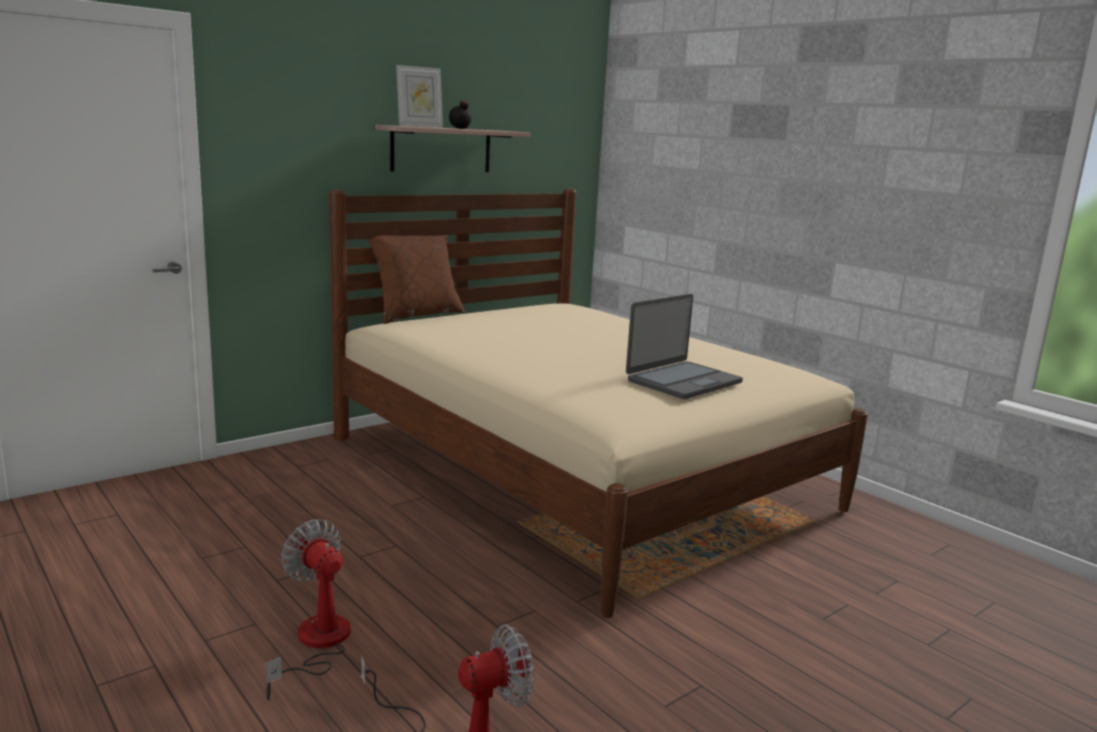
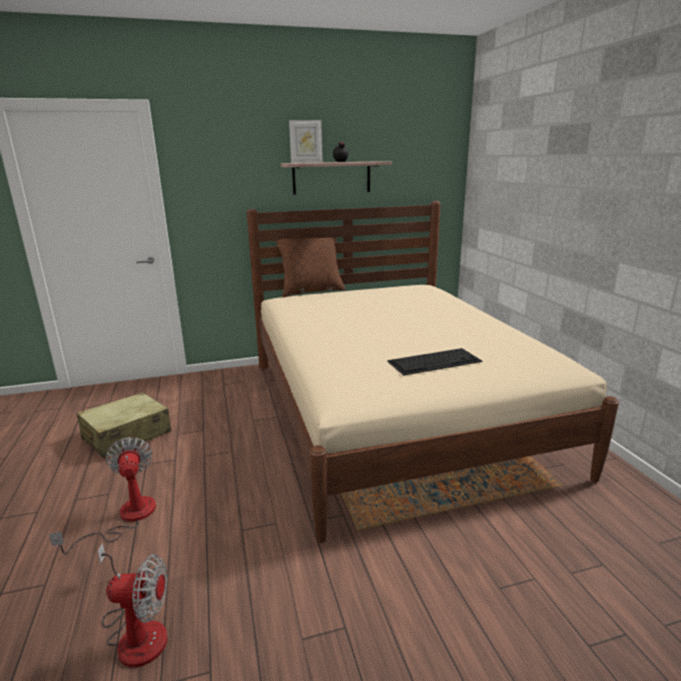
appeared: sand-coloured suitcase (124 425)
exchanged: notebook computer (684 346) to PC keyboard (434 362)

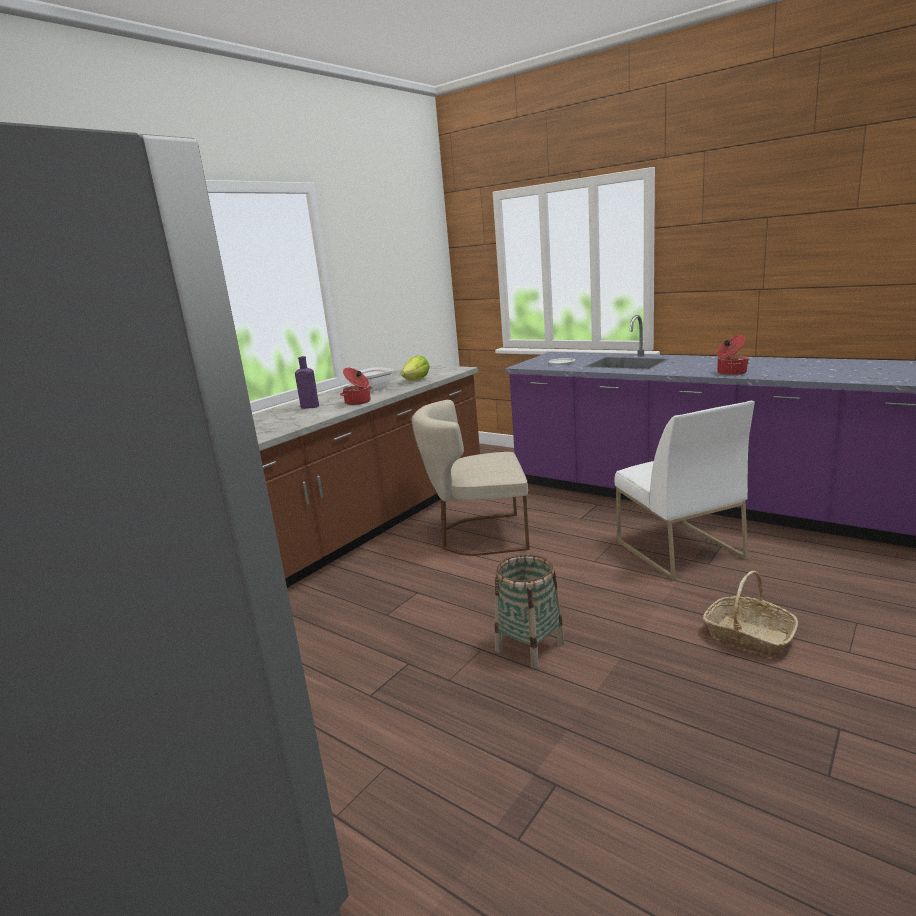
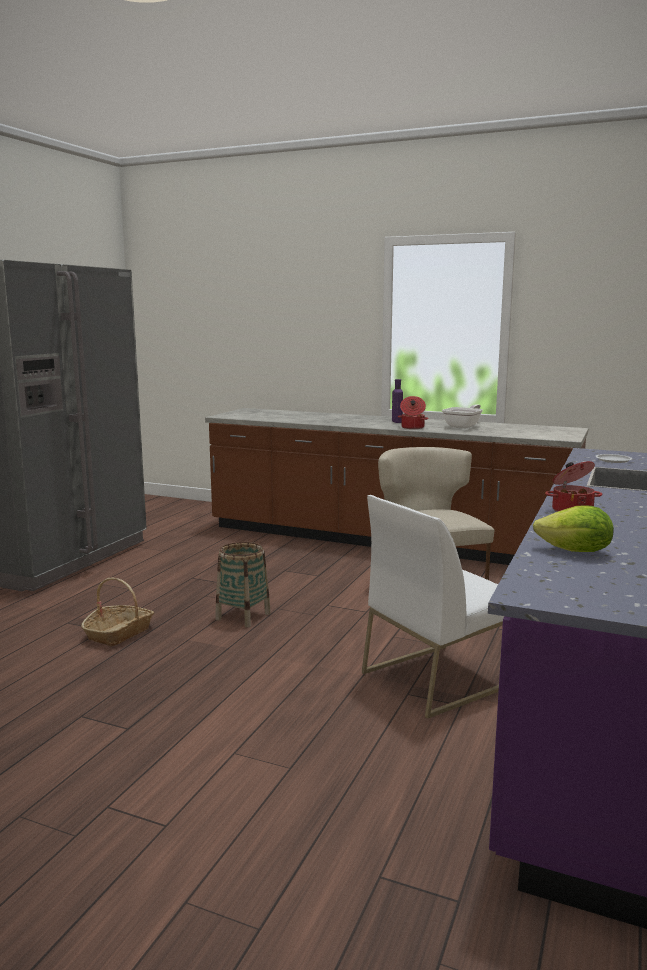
relocated: lettuce (415 368) to (573 528); household basket (750 614) to (117 612)

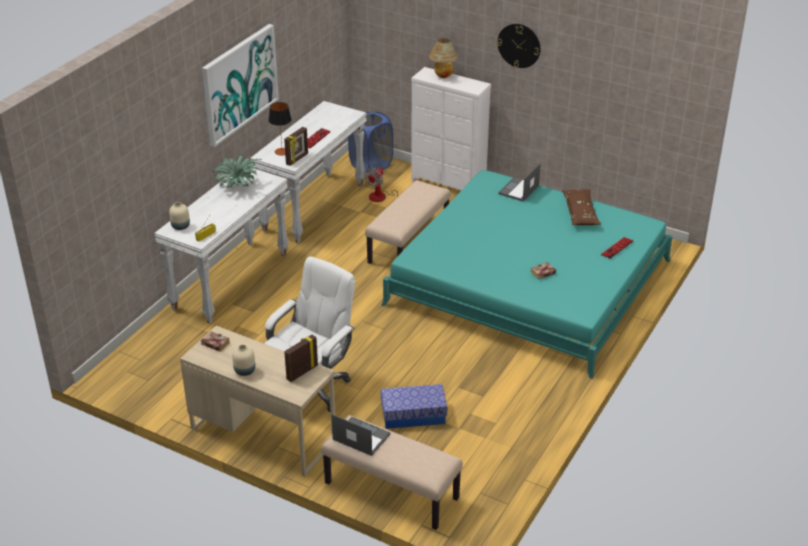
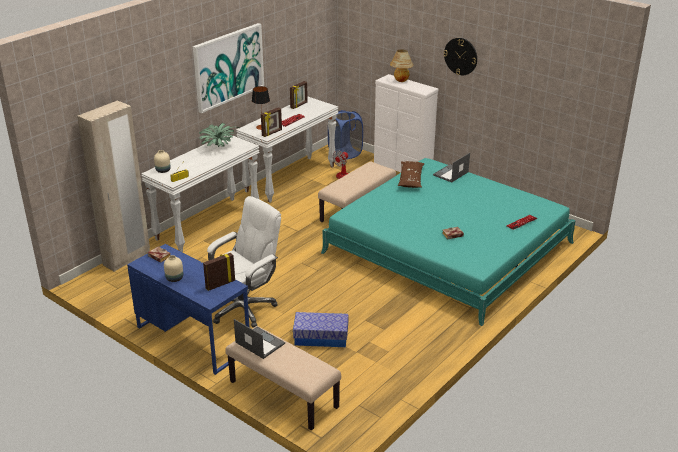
appeared: sand-coloured clothes cupboard (113 186); standing frame (299 95)
relocated: brownish throw pillow (581 207) to (411 174)
colour: sand-coloured desk (257 401) to bluish desk (188 309)

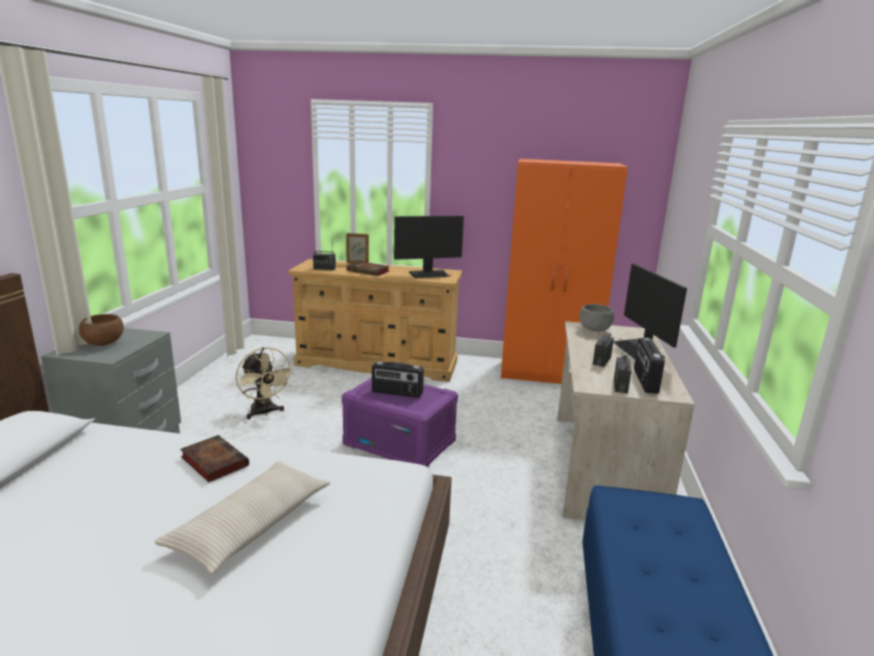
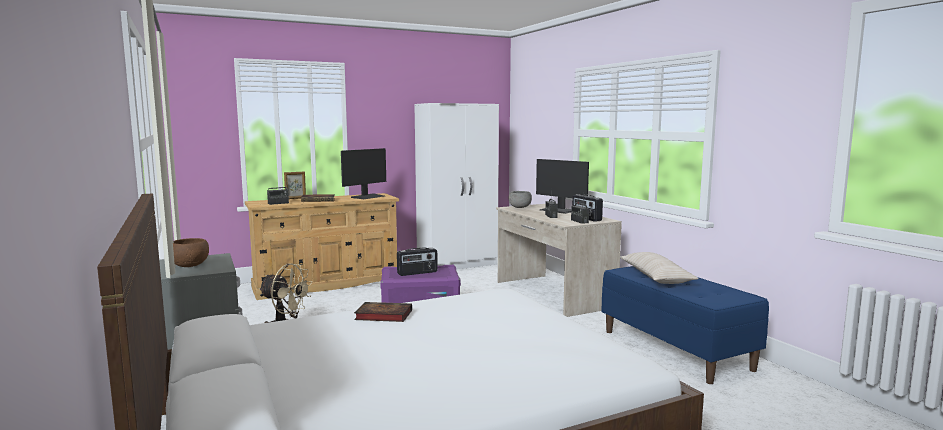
relocated: sand-coloured throw pillow (242 517) to (659 268)
colour: orangey clothes cupboard (564 271) to white clothes cupboard (456 186)

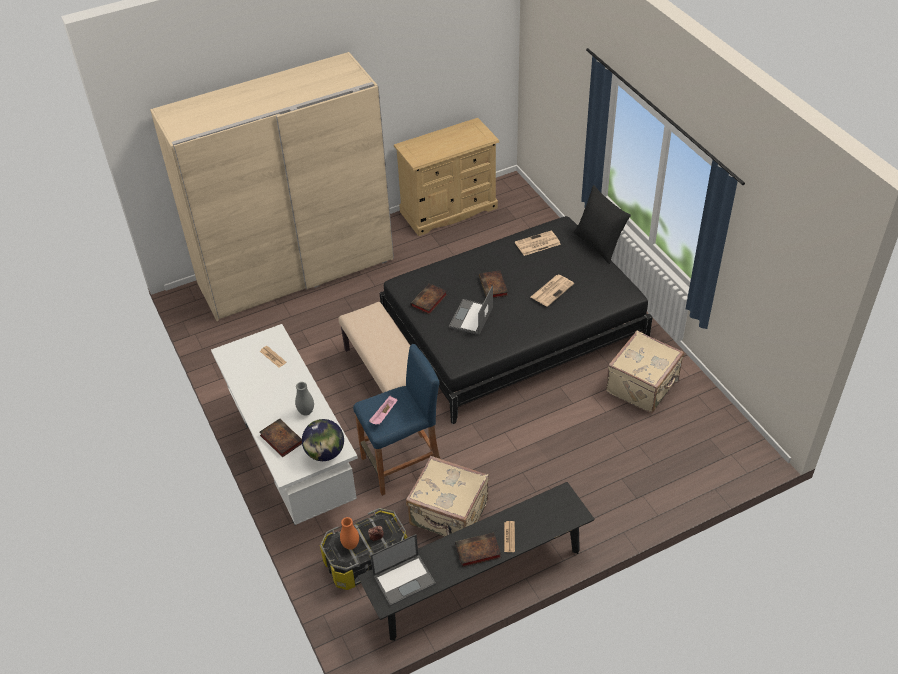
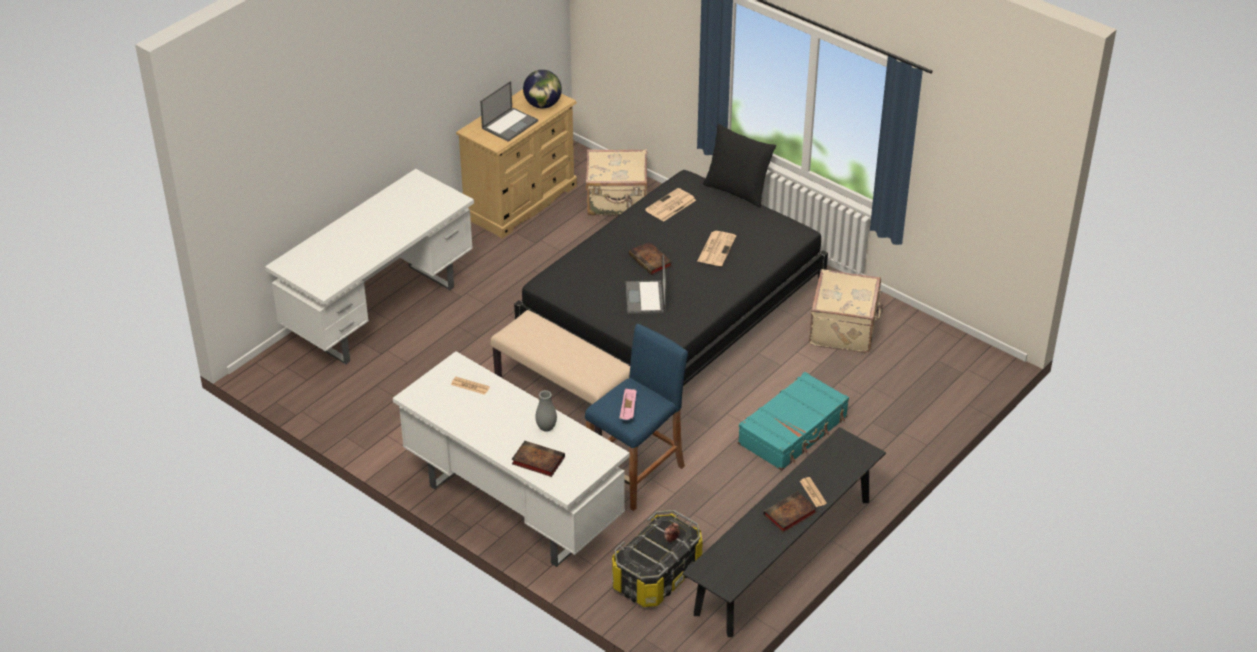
missing: orangey vase (349 533); book (428 298)
appeared: turquoise suitcase (793 421)
relocated: desk globe (323 440) to (542 89); notebook computer (403 570) to (509 111); sand-coloured suitcase (447 496) to (616 182)
exchanged: sand-coloured clothes cupboard (272 186) to white desk (369 267)

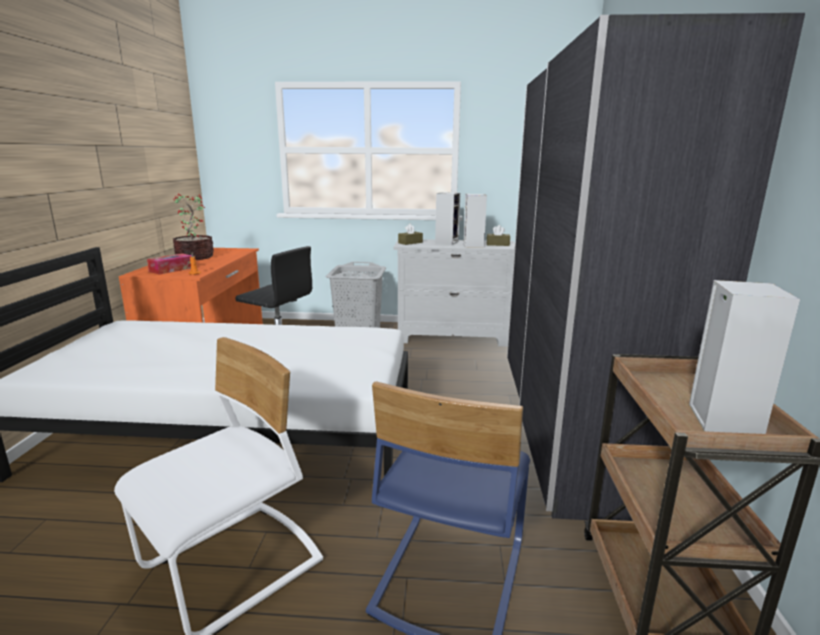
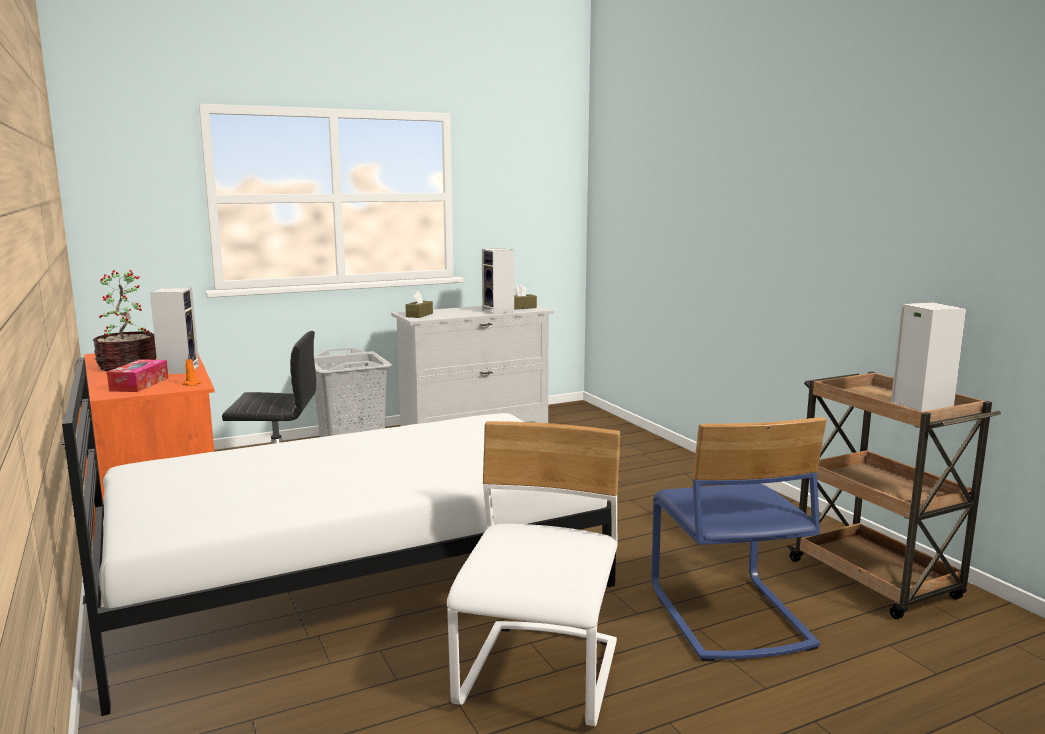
missing: gray clothes cupboard (656 267)
relocated: audio speaker (447 218) to (174 331)

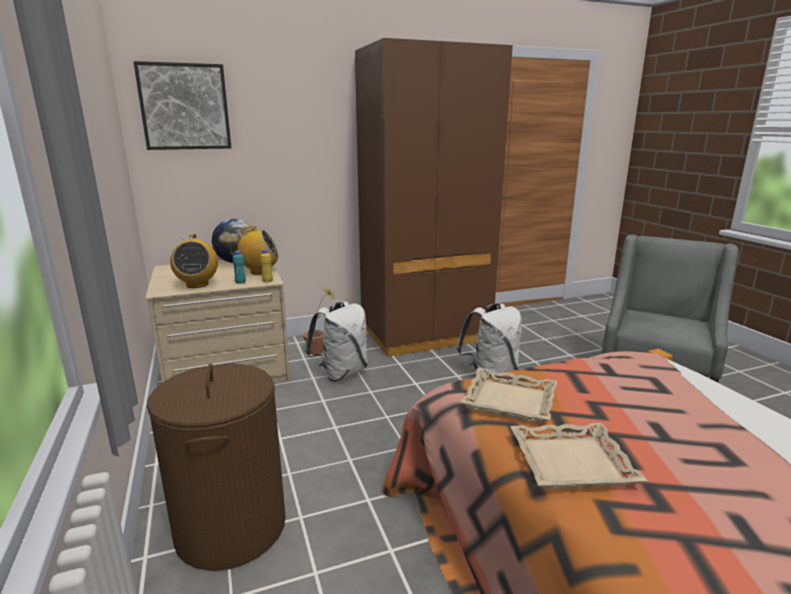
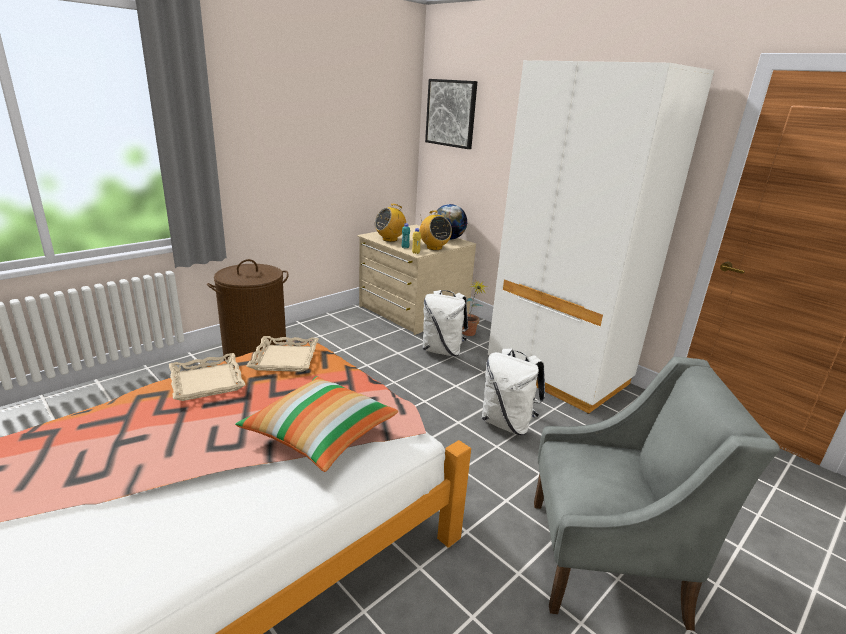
appeared: throw pillow (316 424)
colour: brownish clothes cupboard (434 197) to white clothes cupboard (601 237)

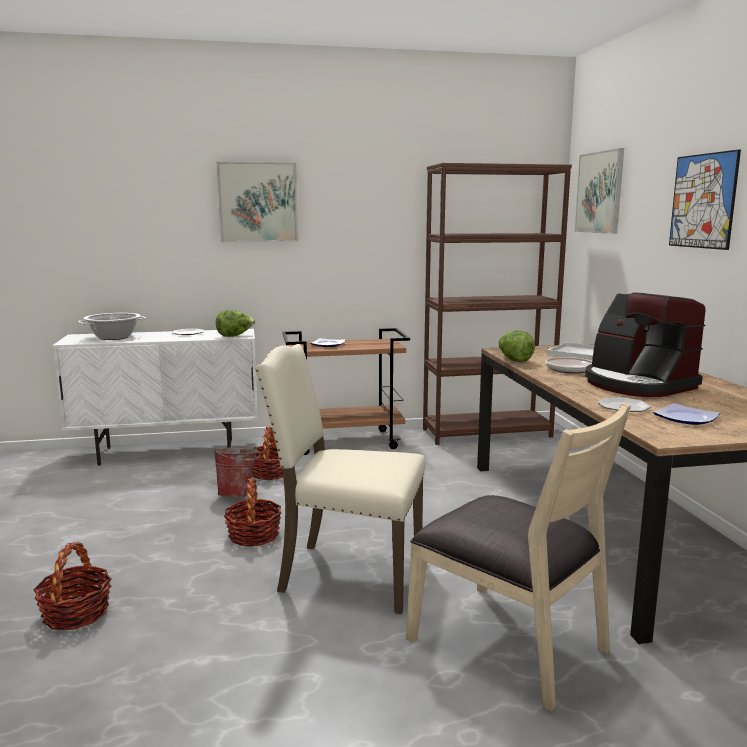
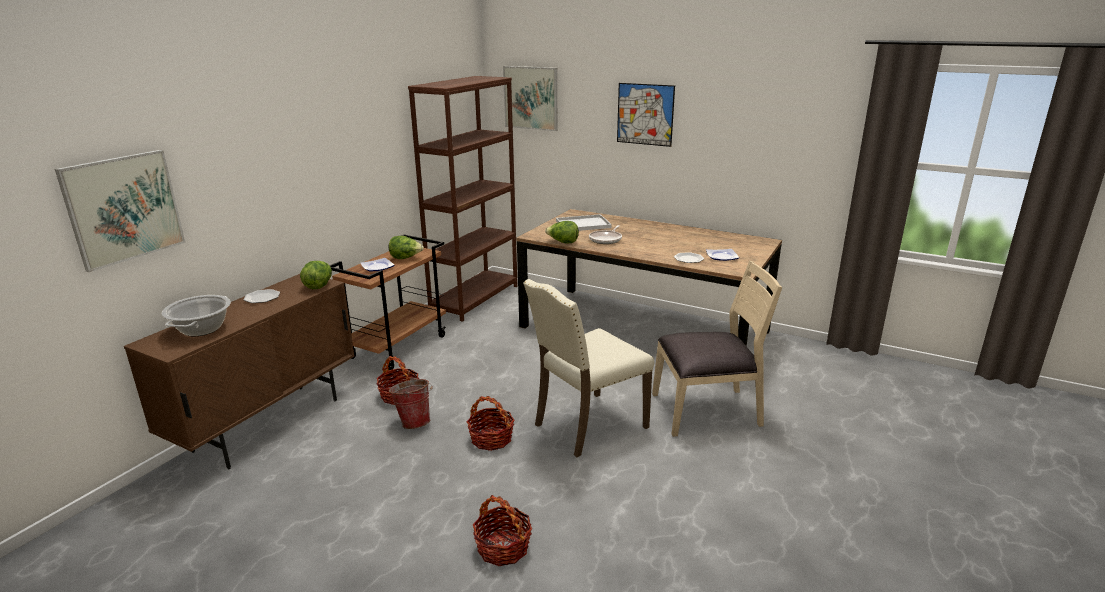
missing: coffee brewer (645 344)
appeared: lettuce (406 247)
relocated: wall picture (257 202) to (120 211)
colour: white cabinet (155 397) to brownish cabinet (239 371)

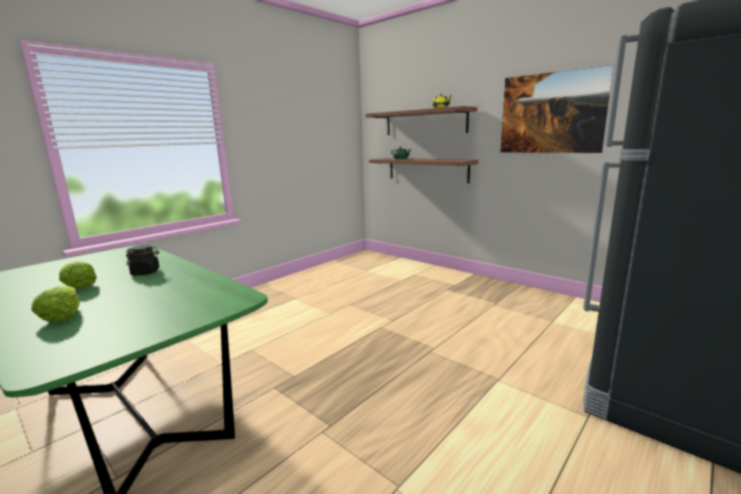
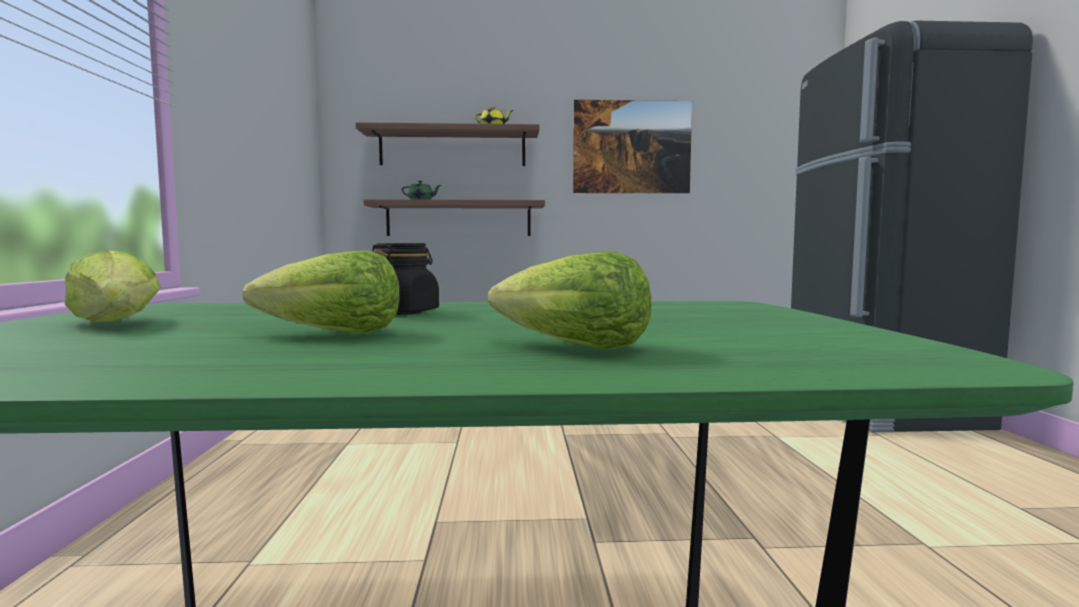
appeared: lettuce (113 286)

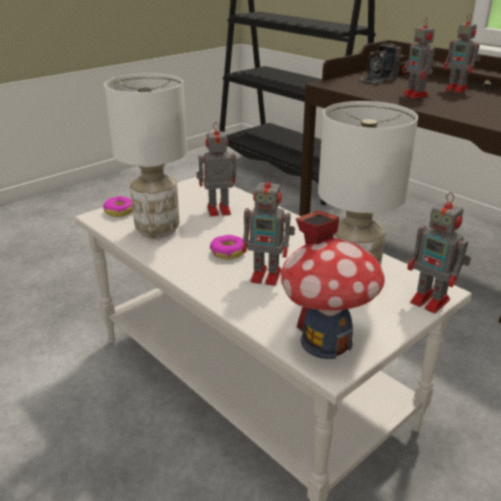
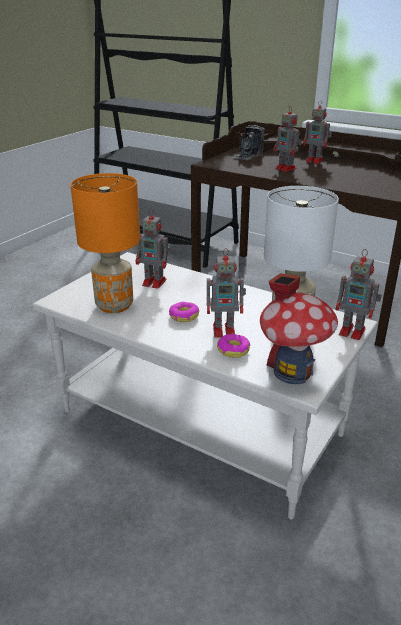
relocated: donut (118 206) to (233 346)
colour: white lamp for a table (145 155) to orangey lamp for a table (105 243)
spun: robot figure (216 169) = (154 249) 135 degrees counterclockwise

